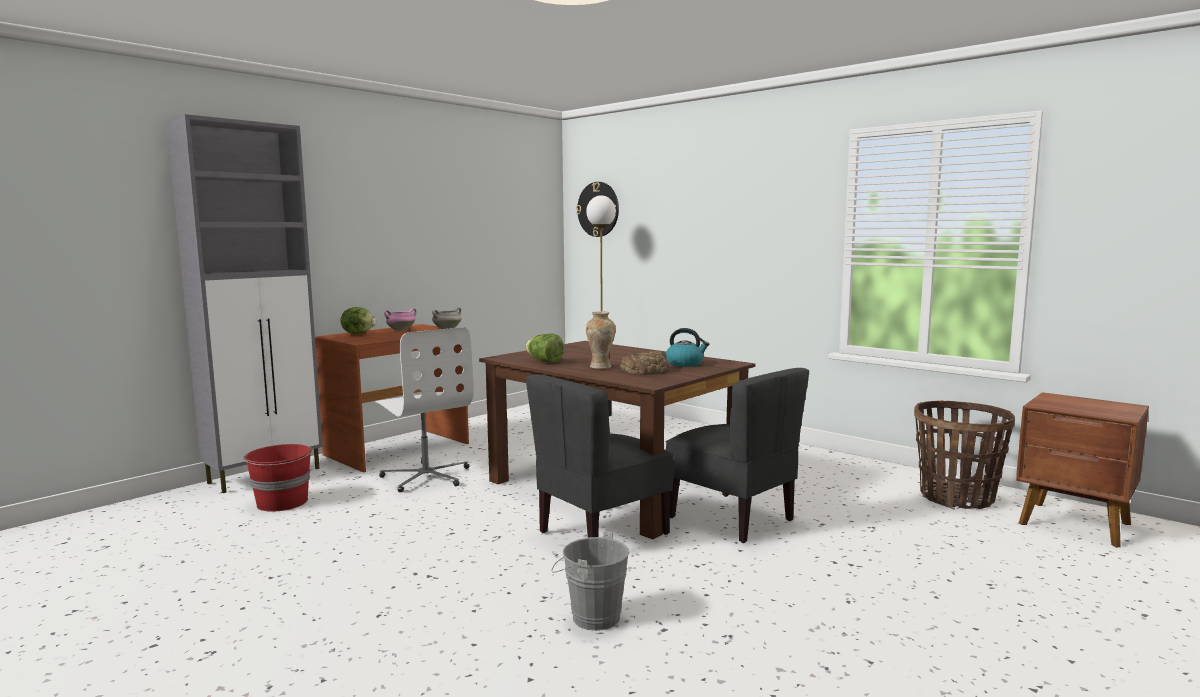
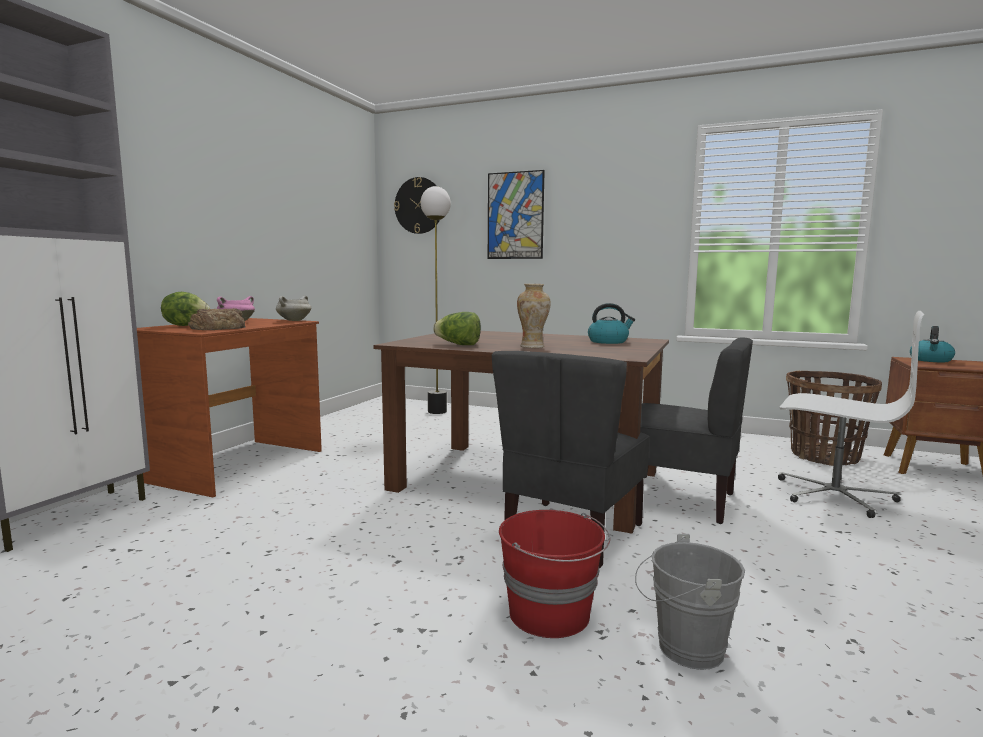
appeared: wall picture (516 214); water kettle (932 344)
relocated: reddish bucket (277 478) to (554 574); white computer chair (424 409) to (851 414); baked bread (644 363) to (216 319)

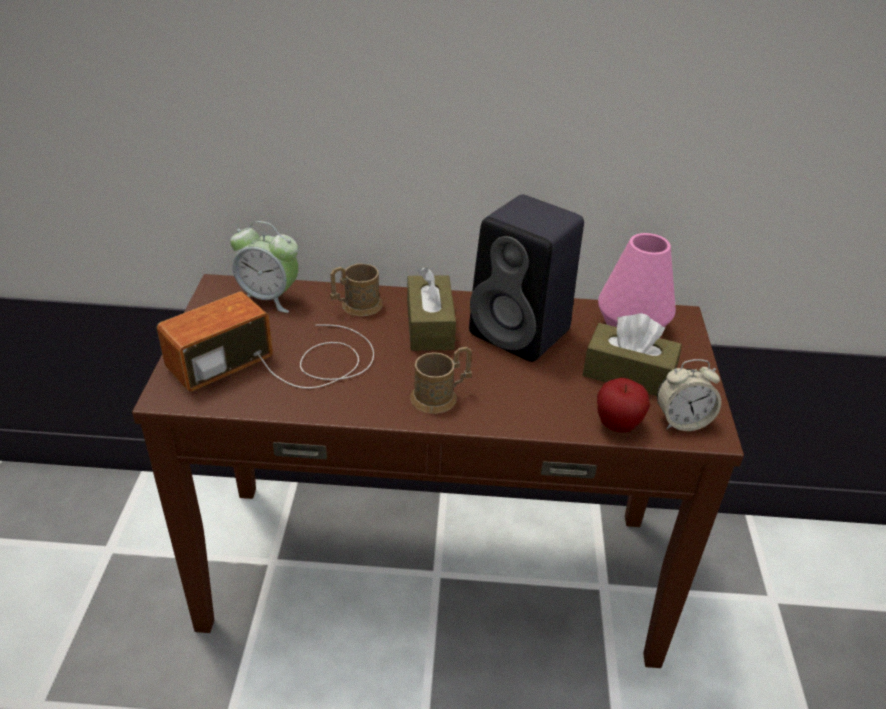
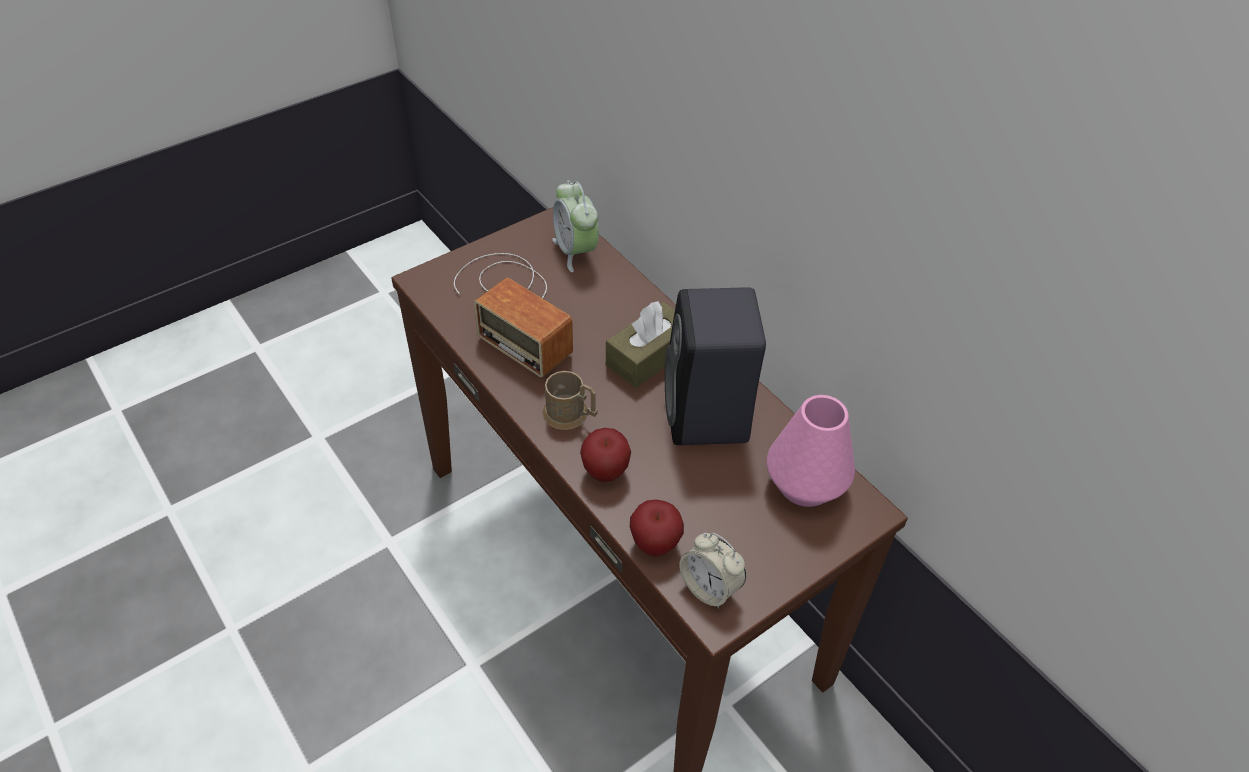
missing: brownish tea mug (356 289); brownish box of tissues (632 354)
appeared: apple fruit (605 455)
spun: radio set (265 341) = (513 315) 150 degrees counterclockwise

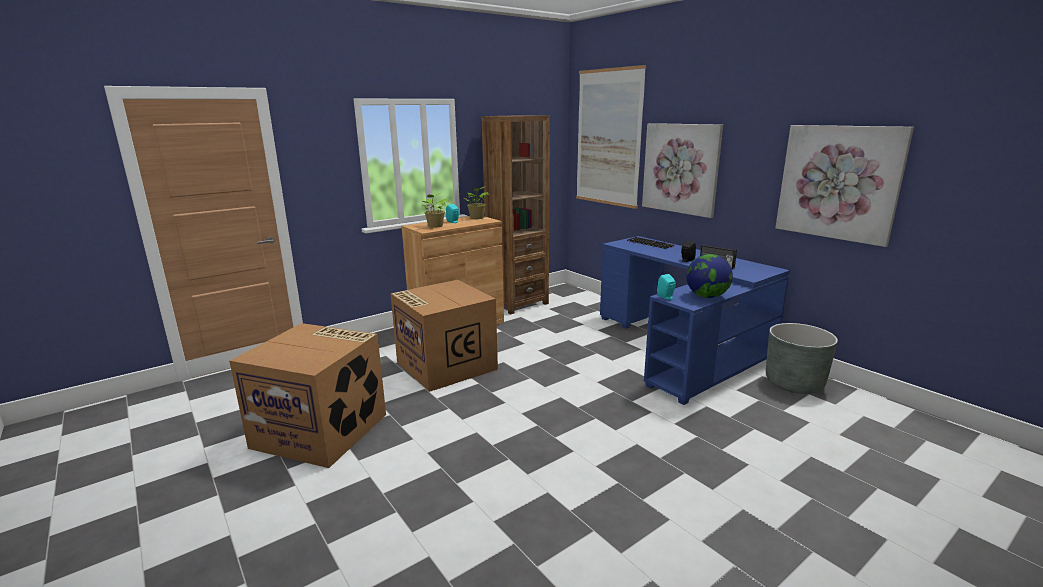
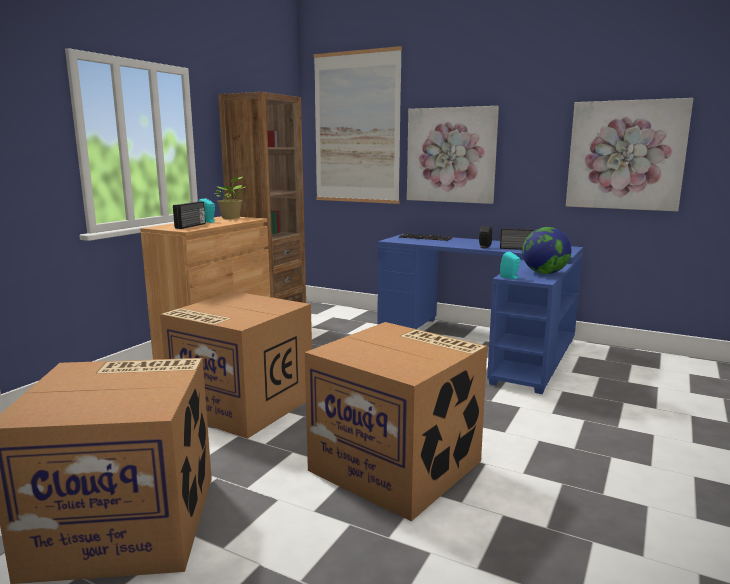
missing: gray plant pot (802 358)
appeared: packing box (396 421)
exchanged: houseplant (435 210) to radio set (189 215)

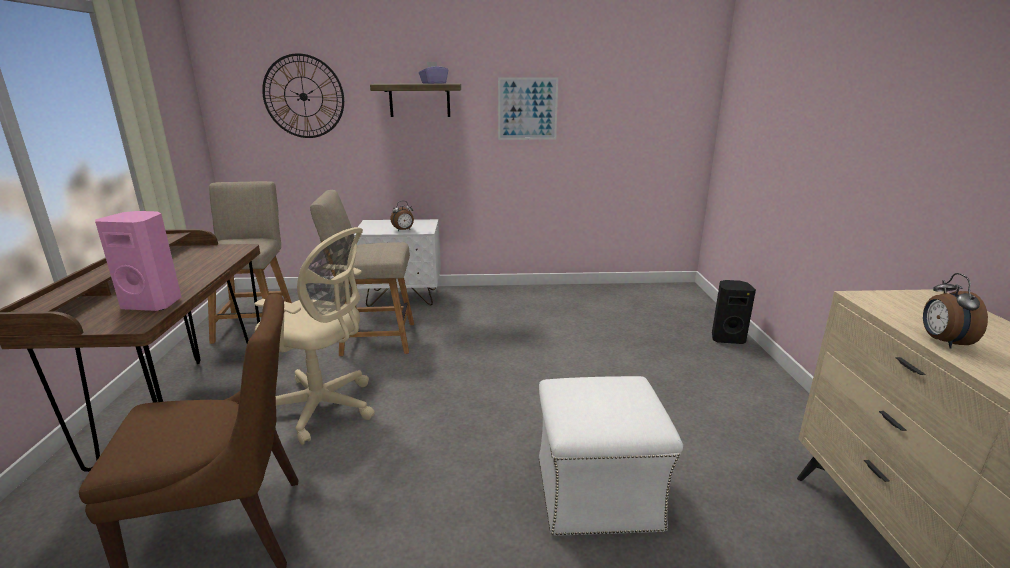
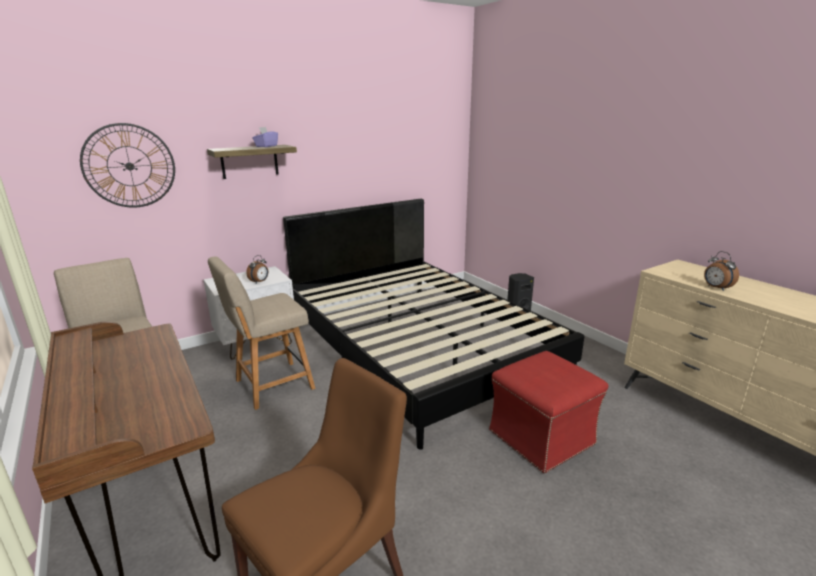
missing: pink audio speaker (138 261); sand-coloured computer chair (314 336); wall picture (528 108)
appeared: black-coloured sleeping bed (433 324)
colour: white pouffe (611 456) to reddish pouffe (549 412)

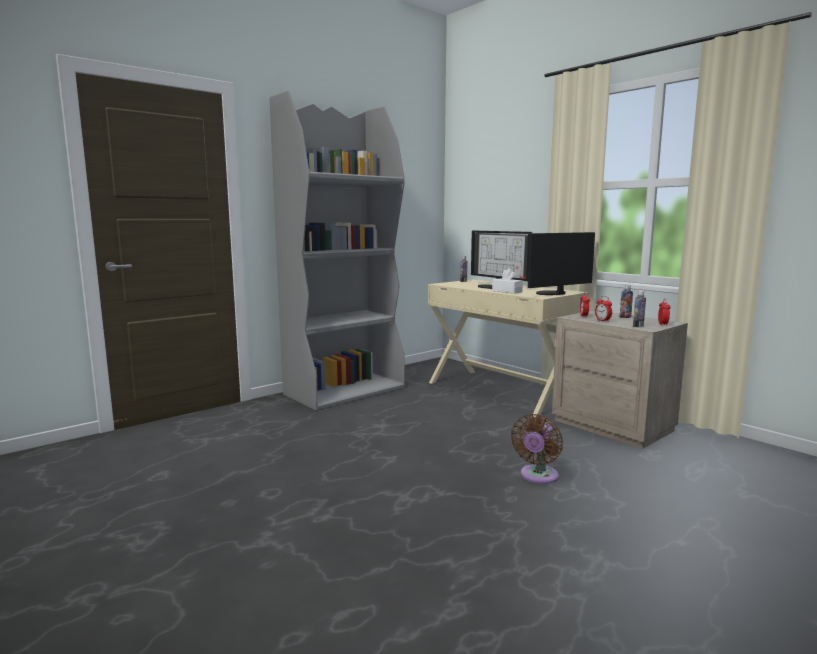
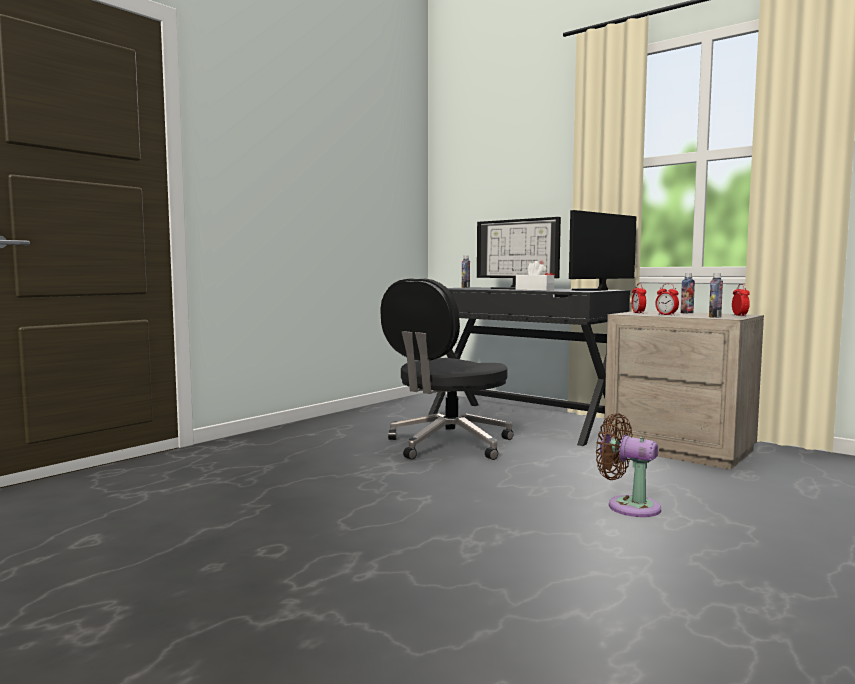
missing: gray bookcase (337 251)
appeared: black-coloured computer chair (446 369)
colour: sand-coloured desk (508 348) to black-coloured desk (529 366)
spun: brownish cooling fan (537 449) = (628 465) 105 degrees clockwise

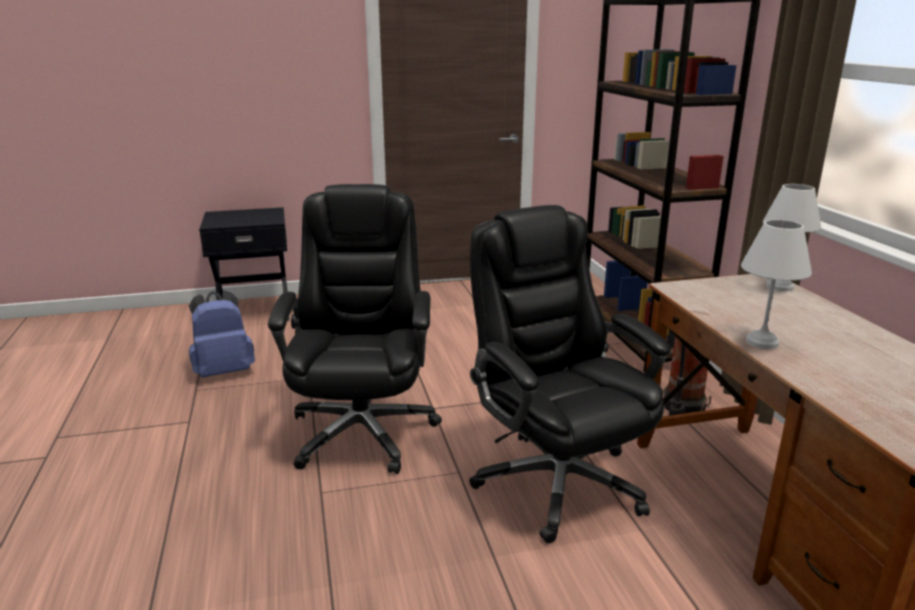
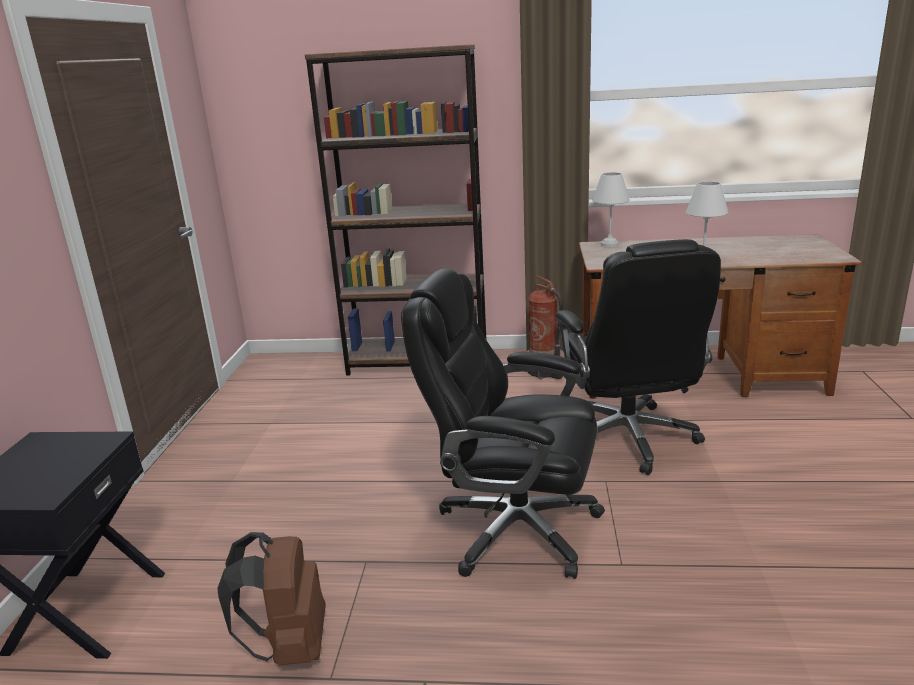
colour: bluish backpack (222 334) to brownish backpack (271 599)
spun: black-coloured computer chair (570 374) = (638 357) 90 degrees counterclockwise

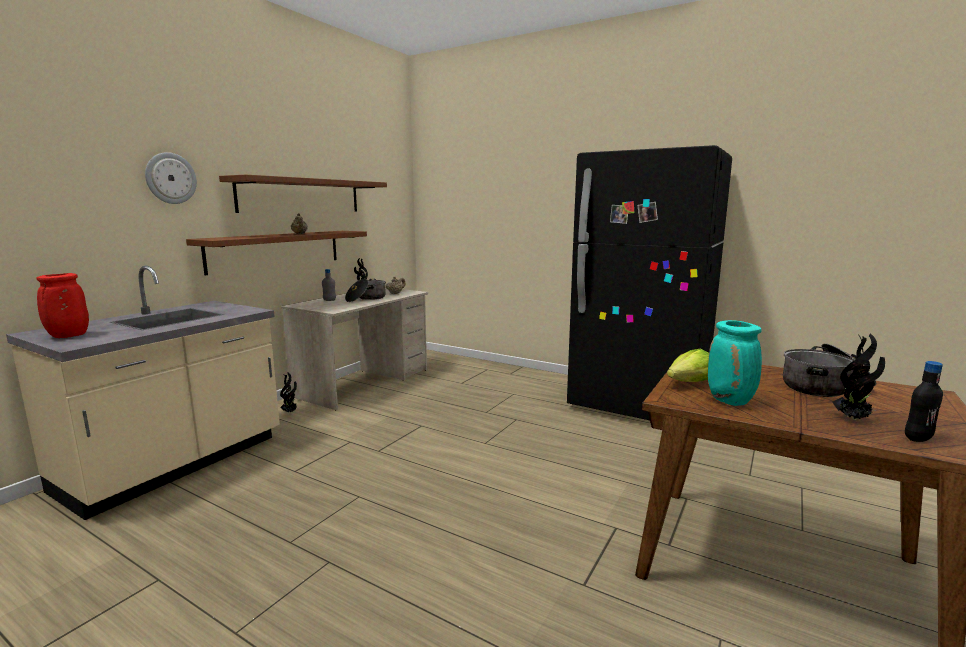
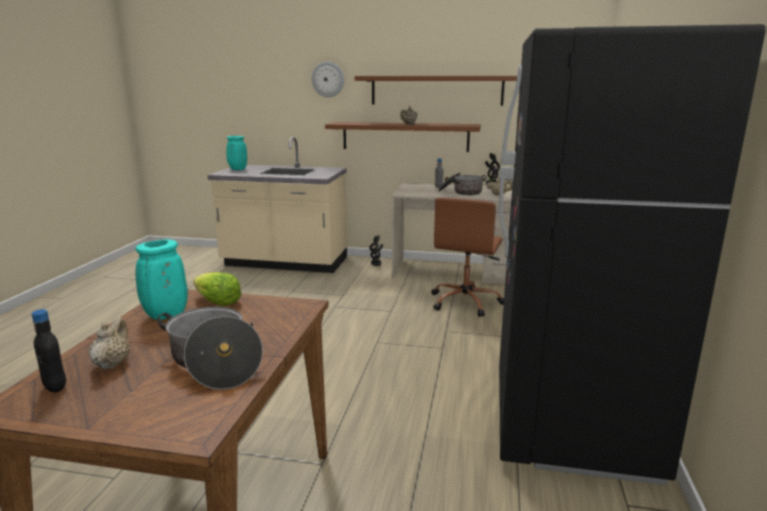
appeared: brownish computer chair (467 257)
exchanged: houseplant (858 376) to sand-coloured teapot (109 343)
colour: reddish vase (62 305) to turquoise vase (236 153)

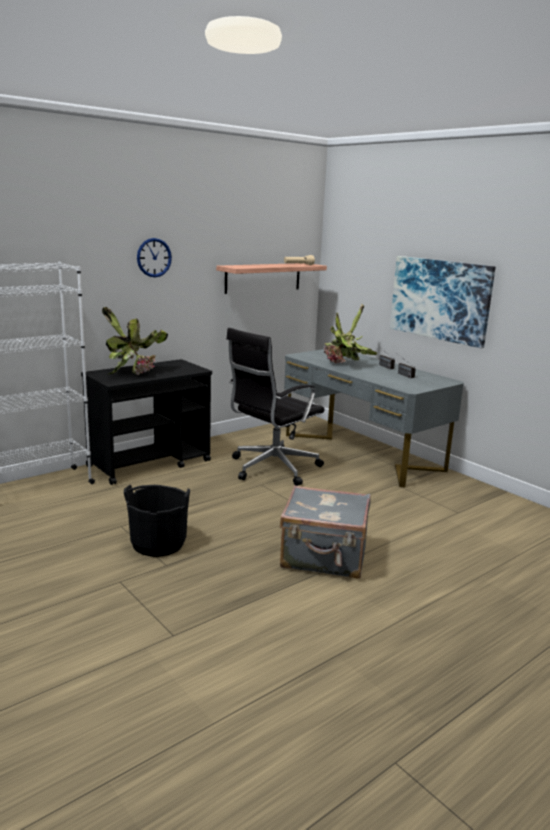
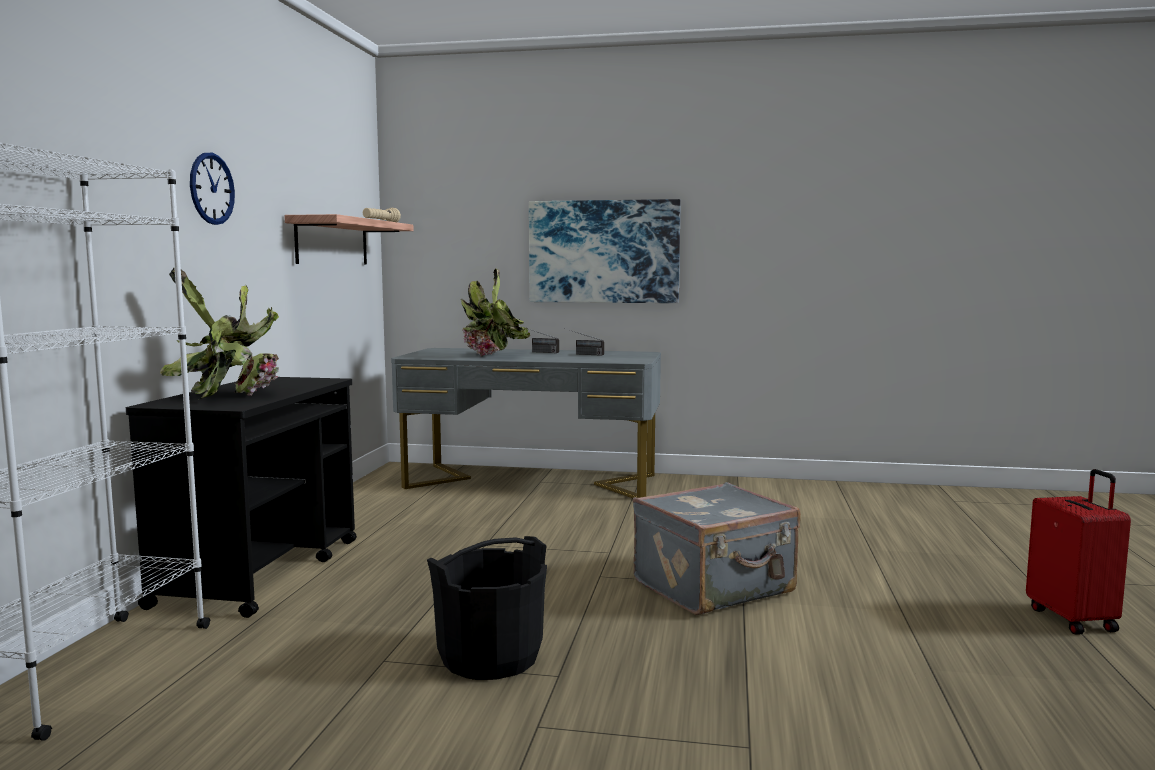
missing: black-coloured computer chair (275 407)
appeared: reddish suitcase (1078 552)

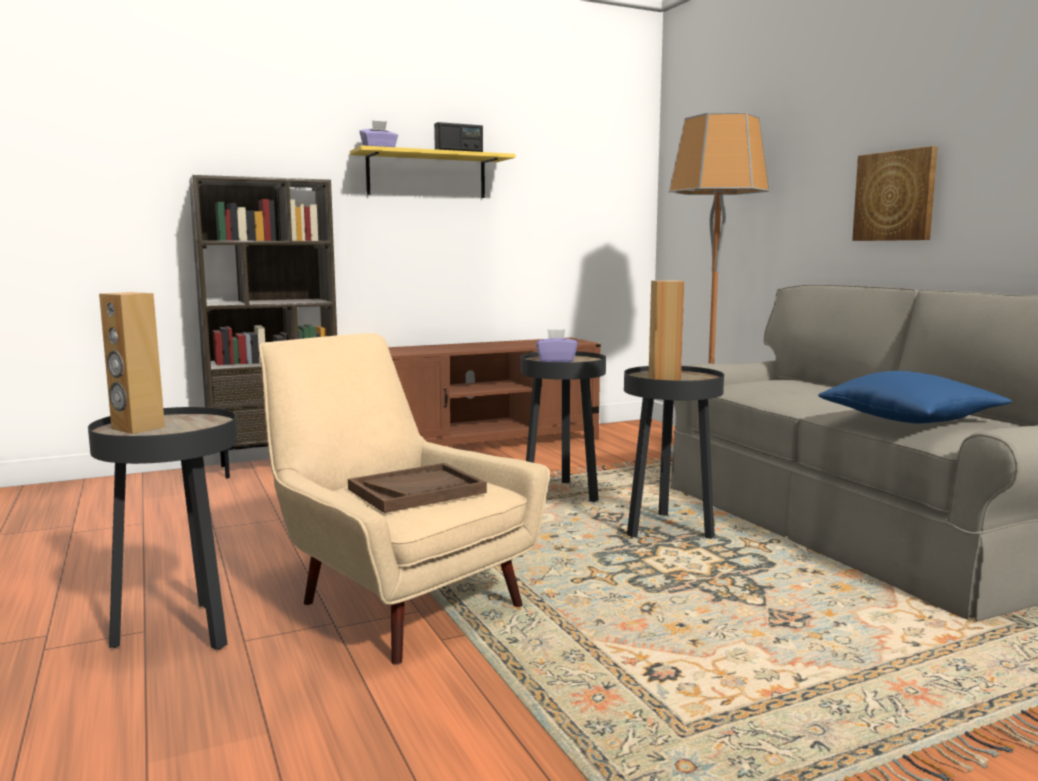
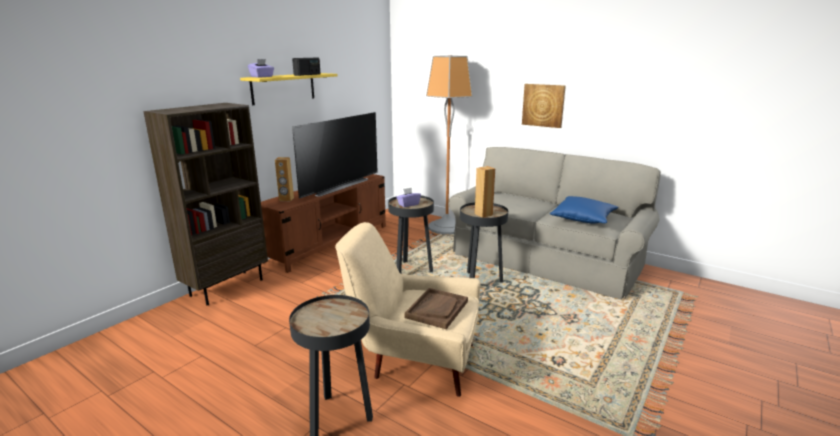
appeared: TV (335 155)
relocated: brownish audio speaker (132 363) to (284 179)

